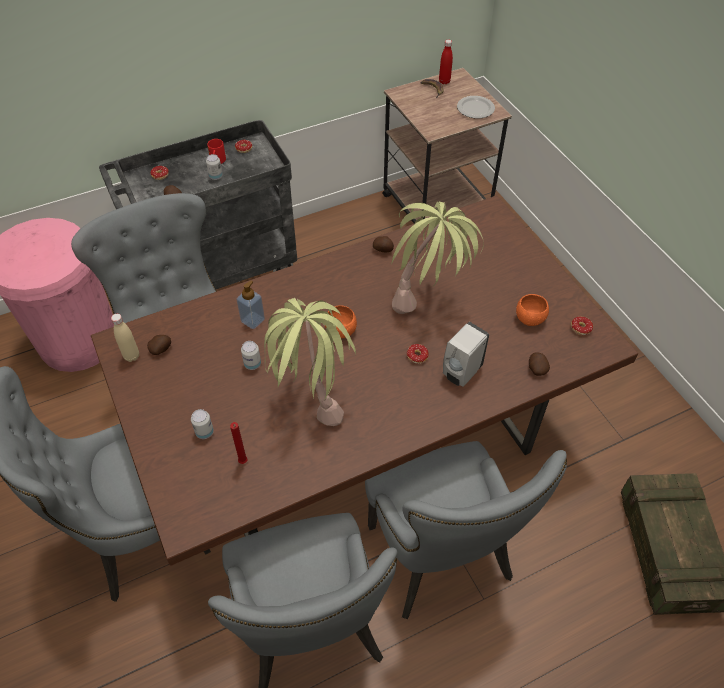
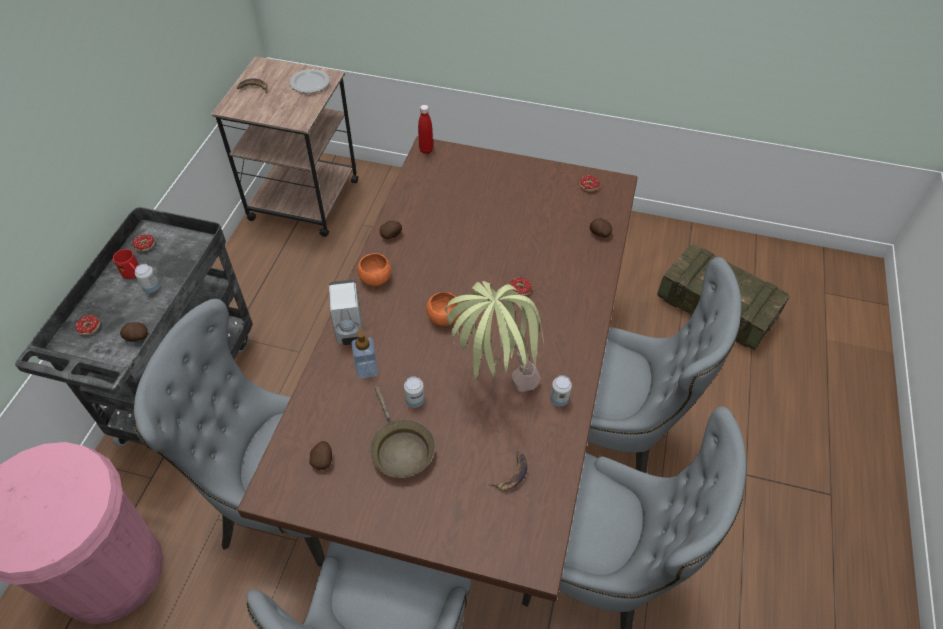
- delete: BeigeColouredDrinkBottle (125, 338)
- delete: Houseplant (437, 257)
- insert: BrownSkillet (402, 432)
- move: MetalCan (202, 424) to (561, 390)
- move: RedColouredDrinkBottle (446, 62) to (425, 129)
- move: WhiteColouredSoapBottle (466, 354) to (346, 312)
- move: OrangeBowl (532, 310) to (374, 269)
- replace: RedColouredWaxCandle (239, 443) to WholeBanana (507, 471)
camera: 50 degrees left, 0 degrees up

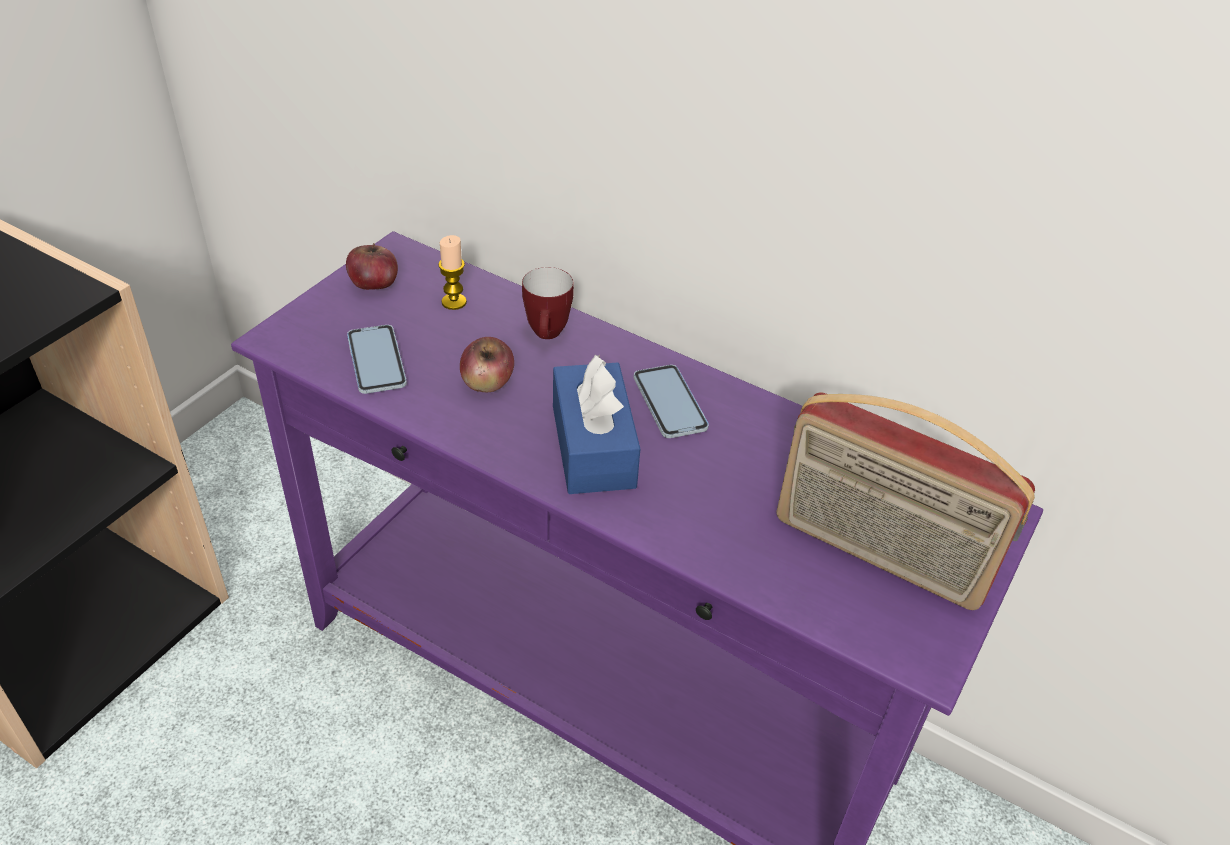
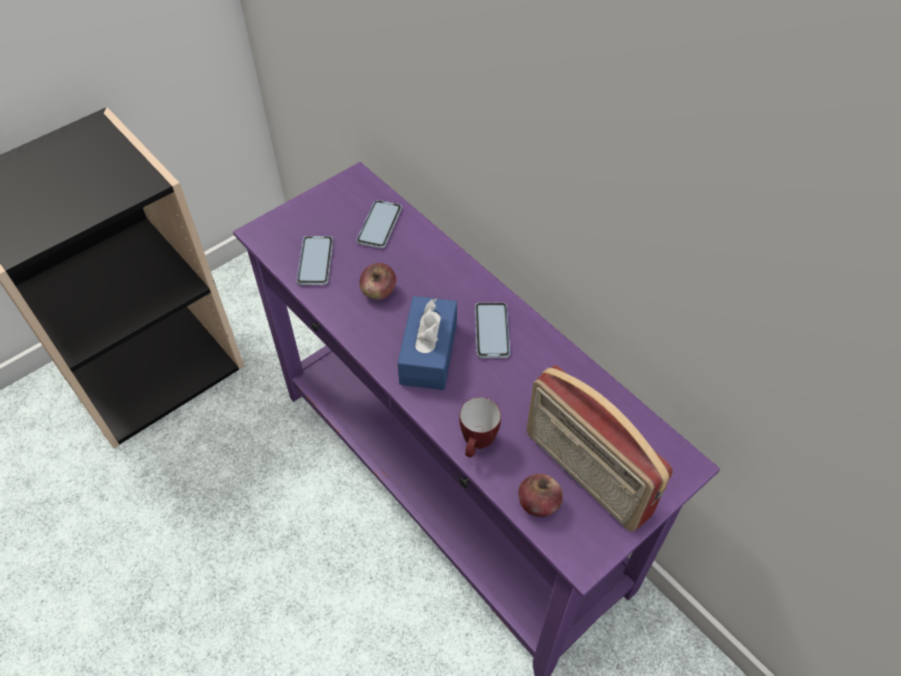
- move: WholeApple (372, 266) to (540, 495)
- move: TeaMug (548, 303) to (480, 427)
- replace: WaxCandle (452, 272) to Telephone (379, 224)
camera: 20 degrees right, 10 degrees up

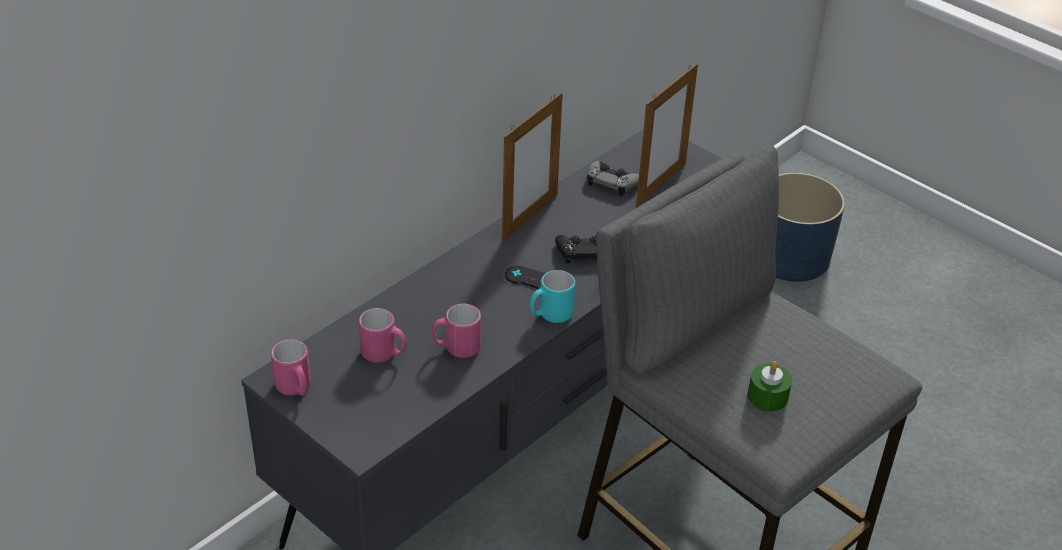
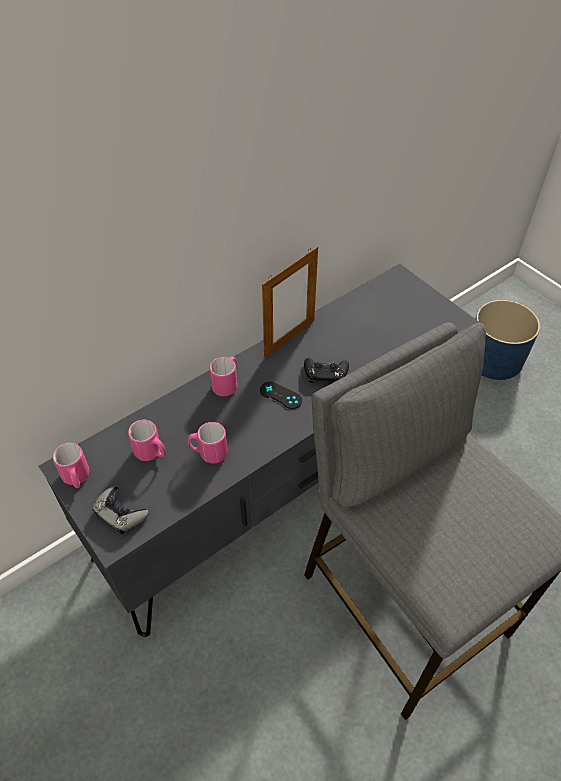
- delete: TurquoiseTeaMug (552, 296)
- delete: StandingFrame (667, 135)
- delete: GreenColouredWaxCandle (769, 386)
- insert: PinkishTeaMug (223, 376)
- move: GrayJoypad (613, 178) to (120, 510)
camera: 10 degrees right, 10 degrees up

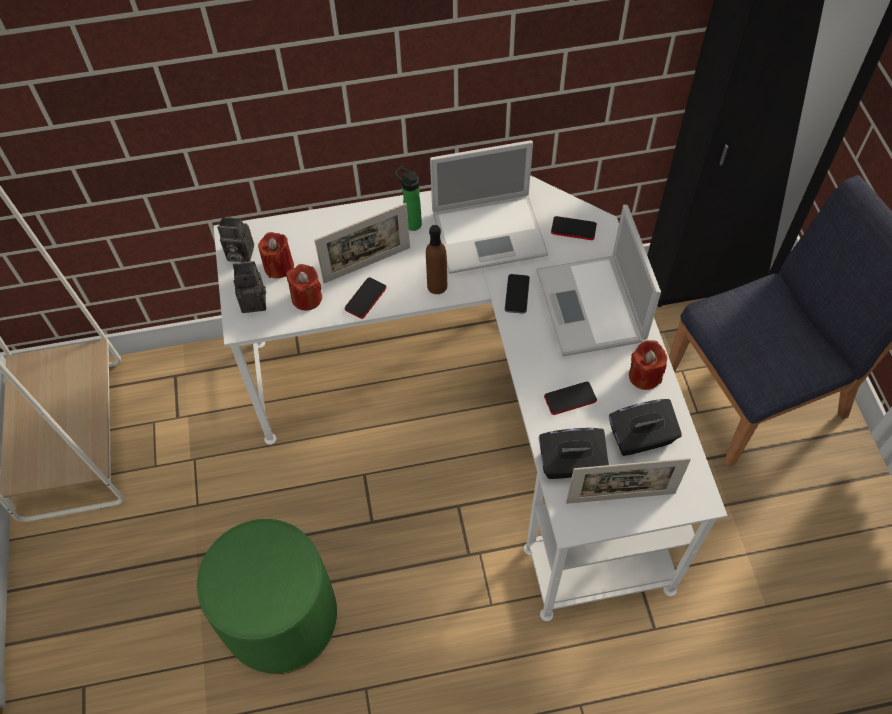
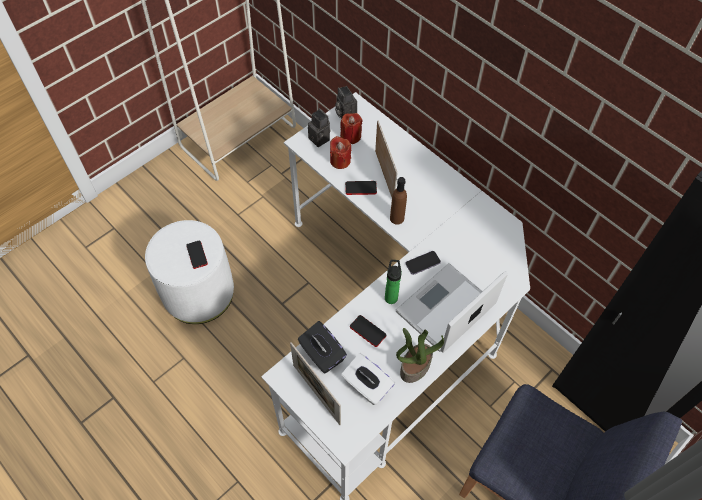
- delete: PortableComputer (489, 207)
- move: DrinkBottle (408, 199) to (393, 282)
- move: Telephone (574, 228) to (197, 254)
- replace: RedColouredWaxCandle (648, 365) to Houseplant (420, 355)
- recolor: GreenColouredOttoman (267, 596) to WhiteColouredOttoman (189, 272)
- recolor: BlackTissueBox (645, 427) to WhiteColouredTissueBox (368, 379)
- rotate: StandingFrame (362, 243) = (386, 158) 135 degrees counterclockwise
camera: 55 degrees right, 0 degrees up

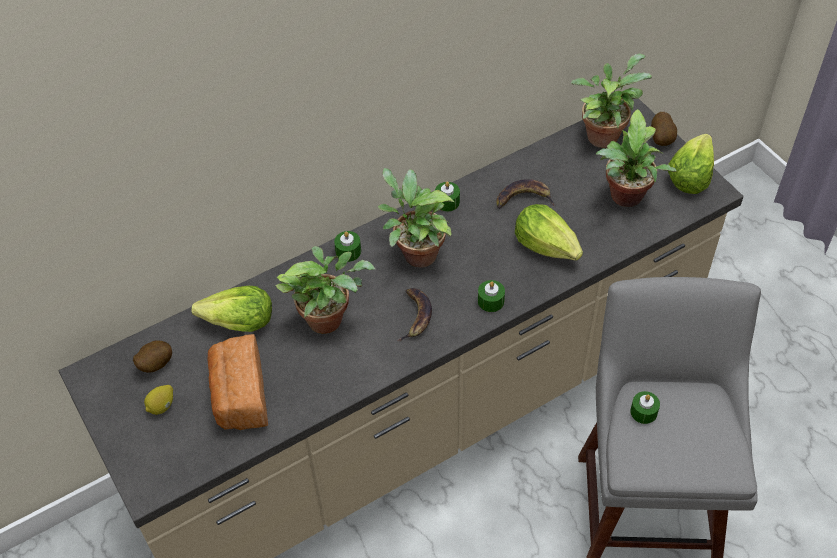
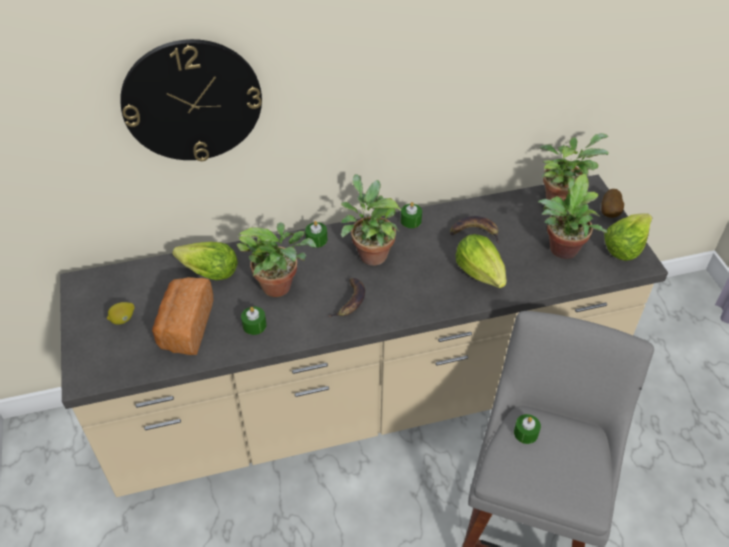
- delete: Potato (152, 356)
- insert: WallClock (191, 100)
- move: GreenColouredWaxCandle (491, 296) to (253, 321)
camera: 15 degrees right, 5 degrees down

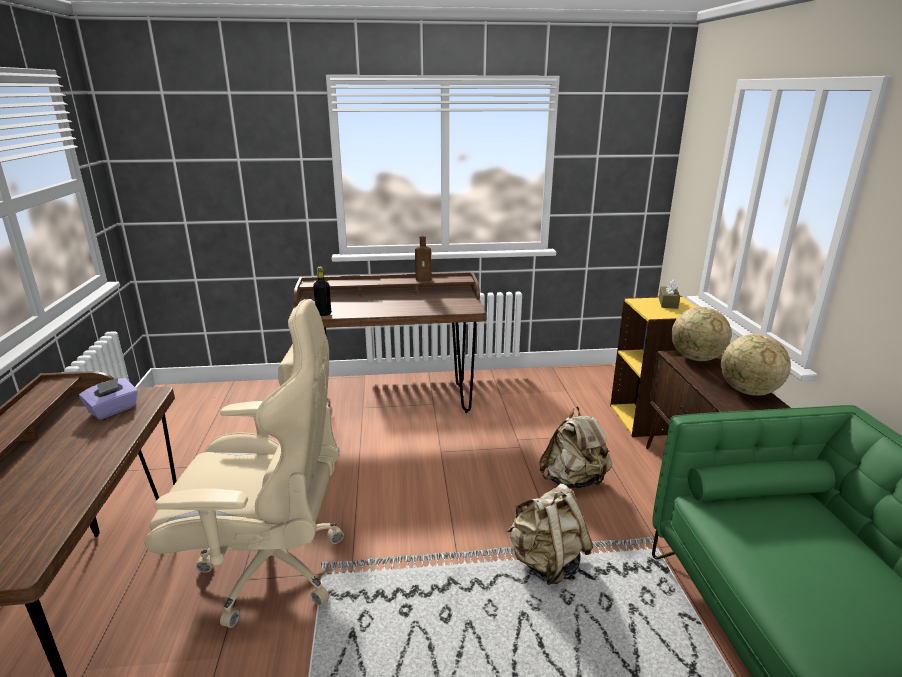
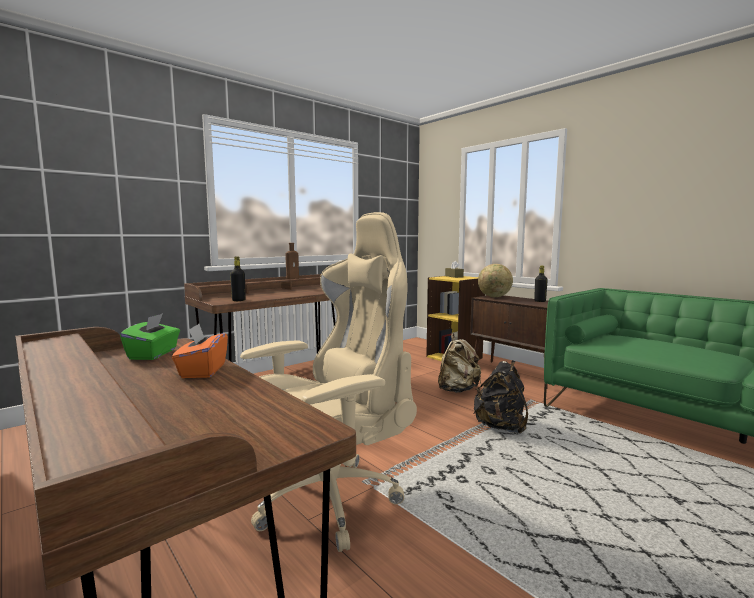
- insert: OrangeTissueBox (200, 351)
- replace: Globe (756, 365) to BlackDrinkBottle (541, 284)
- recolor: PurplishTissueBox (108, 399) to GreenColouredTissueBox (150, 336)
- recolor: BeigeColouredBackpack (550, 534) to BlackBackpack (500, 397)
camera: 35 degrees left, 15 degrees down

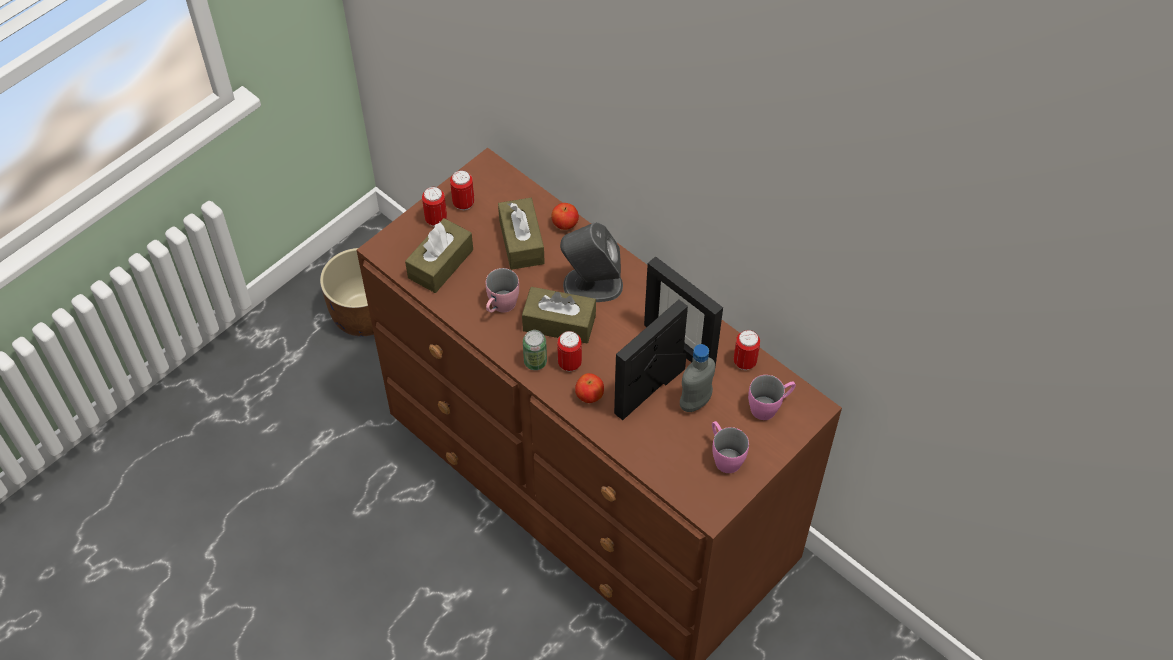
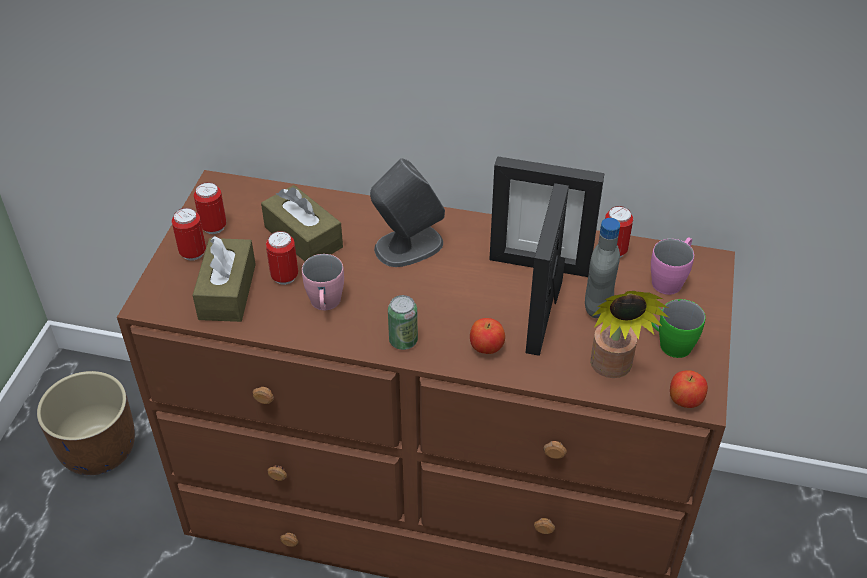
- delete: BrownTissueBox (559, 315)
- insert: Houseplant (629, 334)
- move: WholeApple (565, 216) to (689, 389)
- move: MetalCan (569, 351) to (282, 258)
- recolor: PinkishTeaMug (730, 447) to GreenColouredTeaMug (678, 328)
camera: 30 degrees left, 10 degrees down

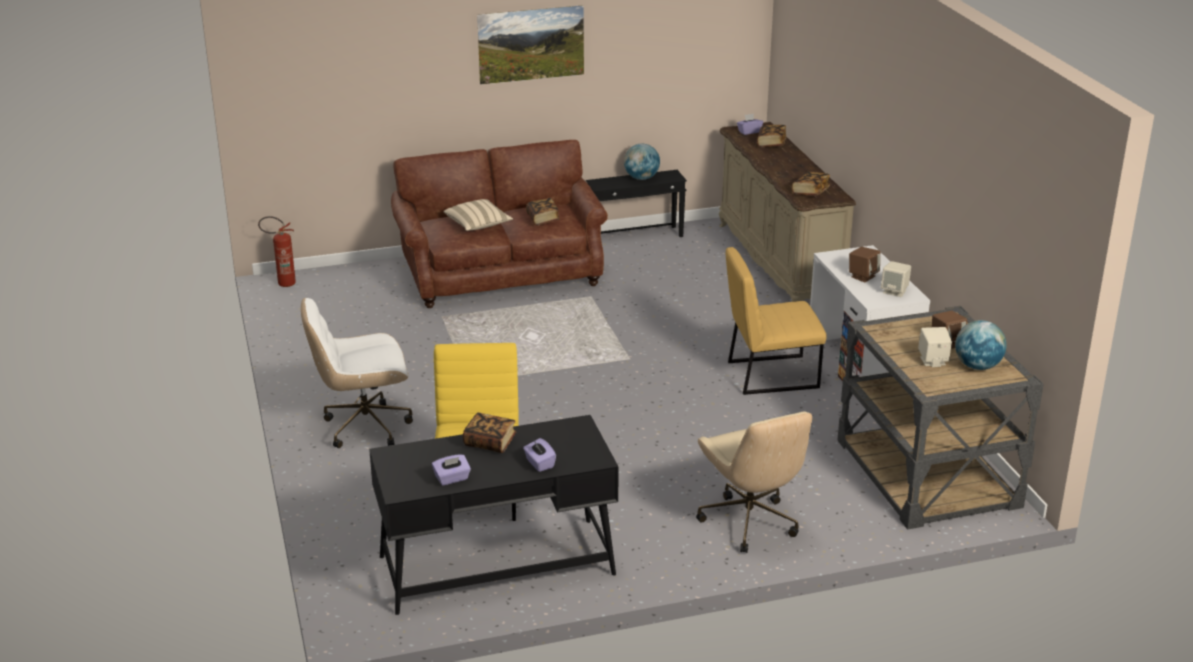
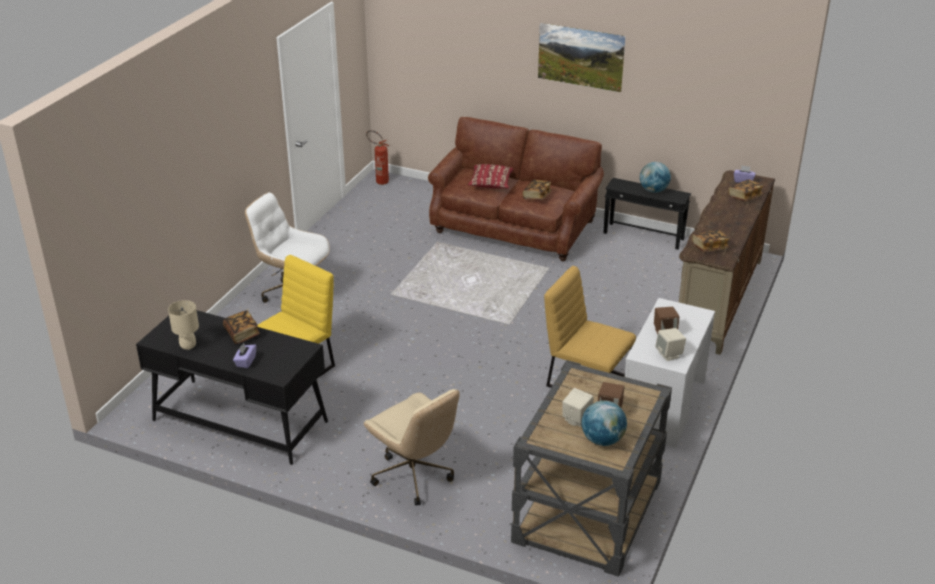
- replace: PurplishTissueBox (451, 470) to BeigeColouredLampForATable (183, 325)
- recolor: BeigeColouredCushion (478, 215) to RedColouredCushion (490, 176)
- rotate: BeigeColouredOfficeChair (754, 482) = (412, 447) 60 degrees counterclockwise
camera: 40 degrees right, 5 degrees up

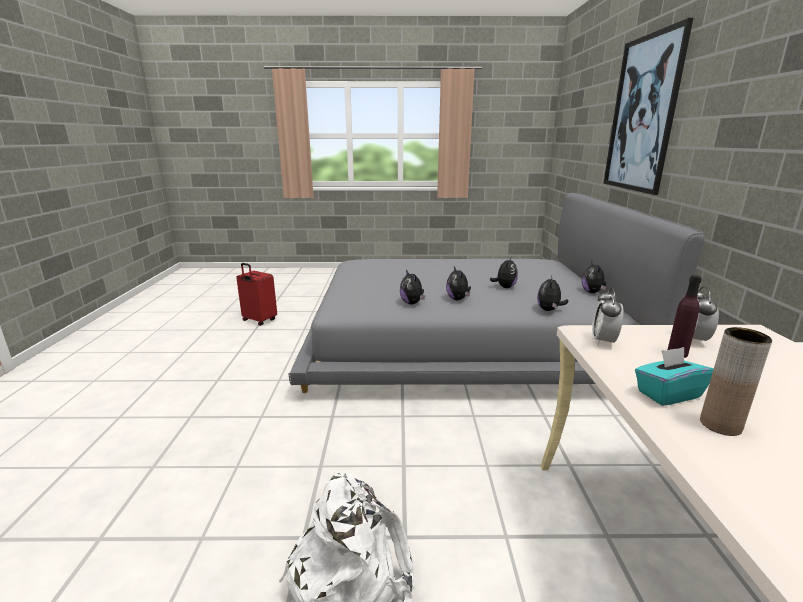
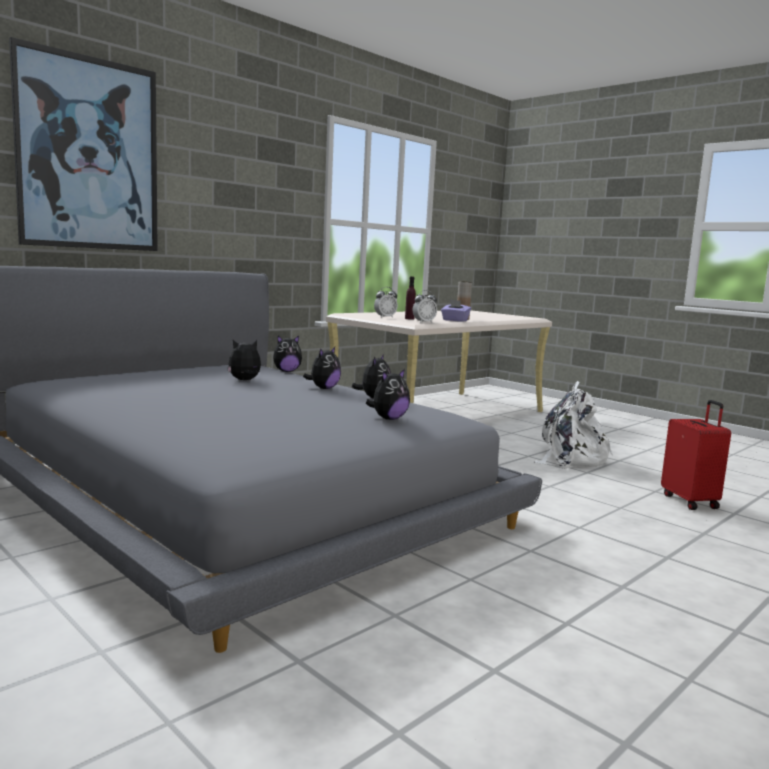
- move: RedColouredSuitcase (256, 294) to (696, 455)
- move: PlushToy (594, 276) to (388, 394)
- recolor: TurquoiseTissueBox (674, 376) to PurplishTissueBox (456, 311)
camera: 135 degrees left, 10 degrees down

